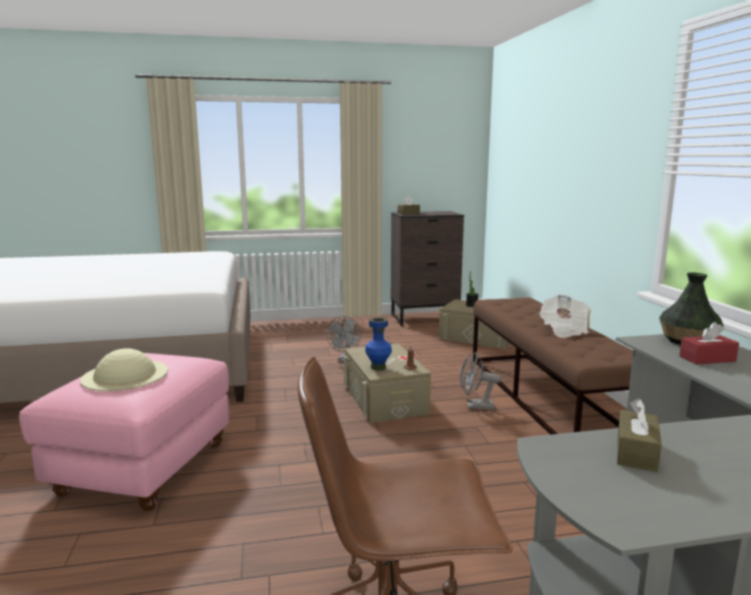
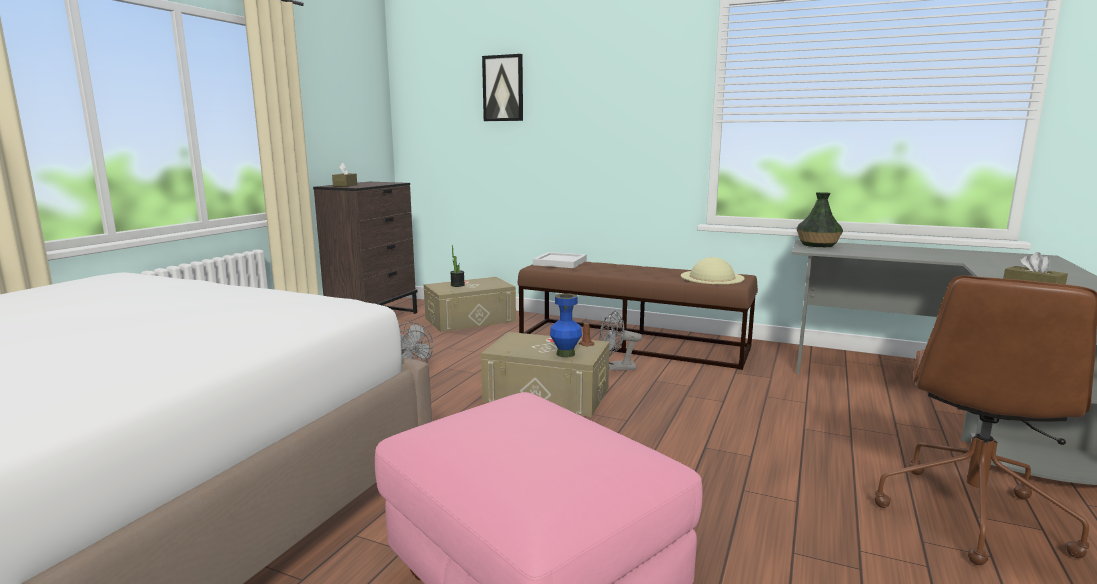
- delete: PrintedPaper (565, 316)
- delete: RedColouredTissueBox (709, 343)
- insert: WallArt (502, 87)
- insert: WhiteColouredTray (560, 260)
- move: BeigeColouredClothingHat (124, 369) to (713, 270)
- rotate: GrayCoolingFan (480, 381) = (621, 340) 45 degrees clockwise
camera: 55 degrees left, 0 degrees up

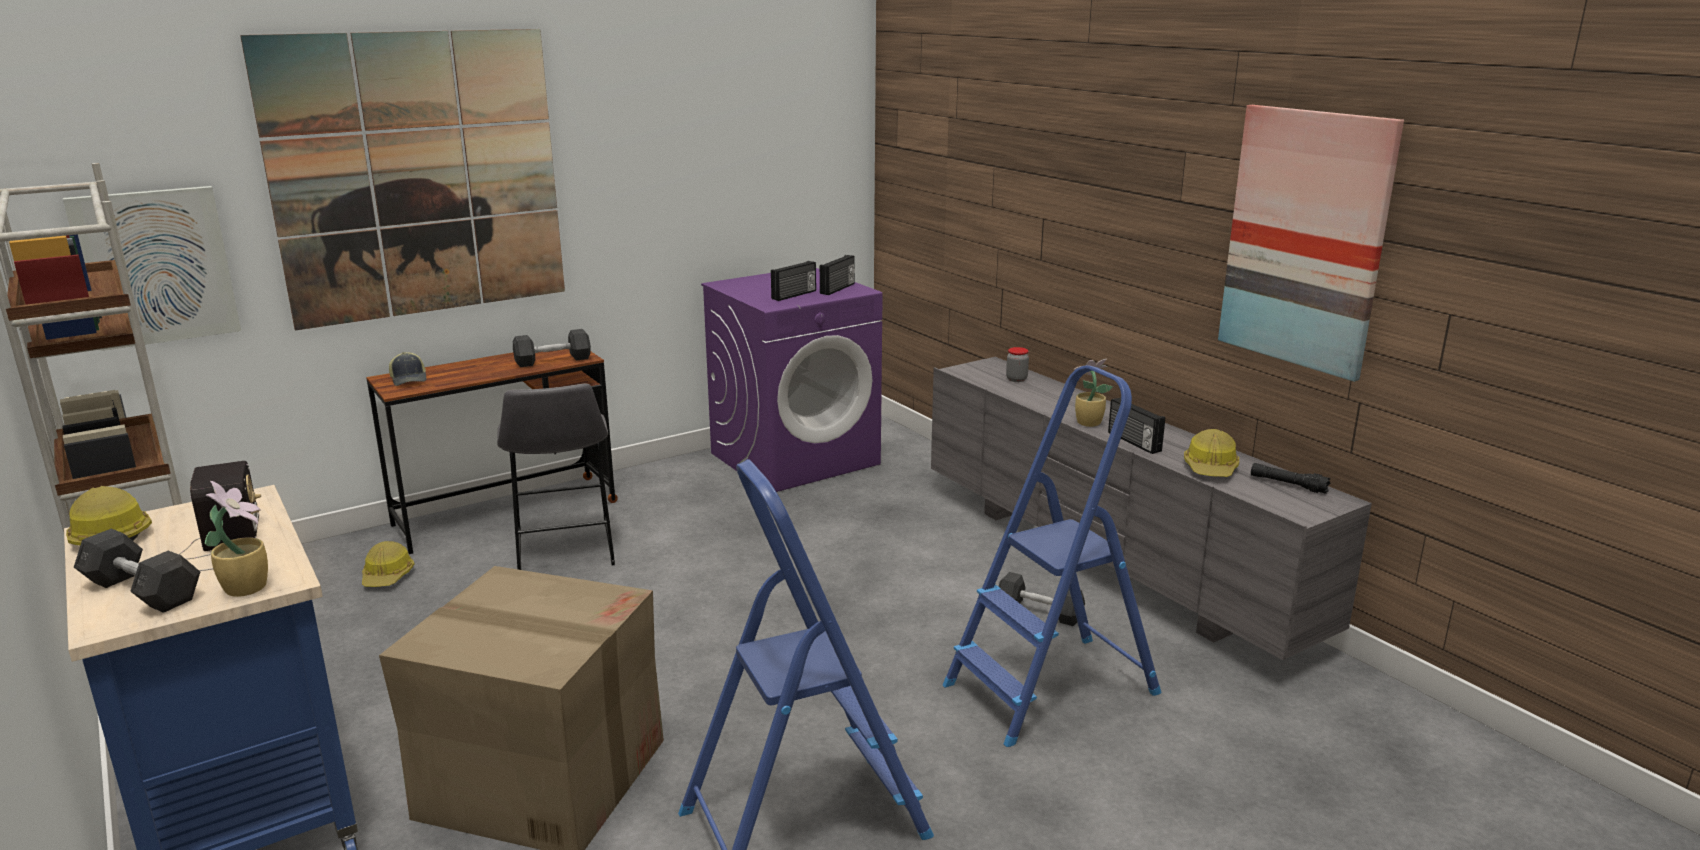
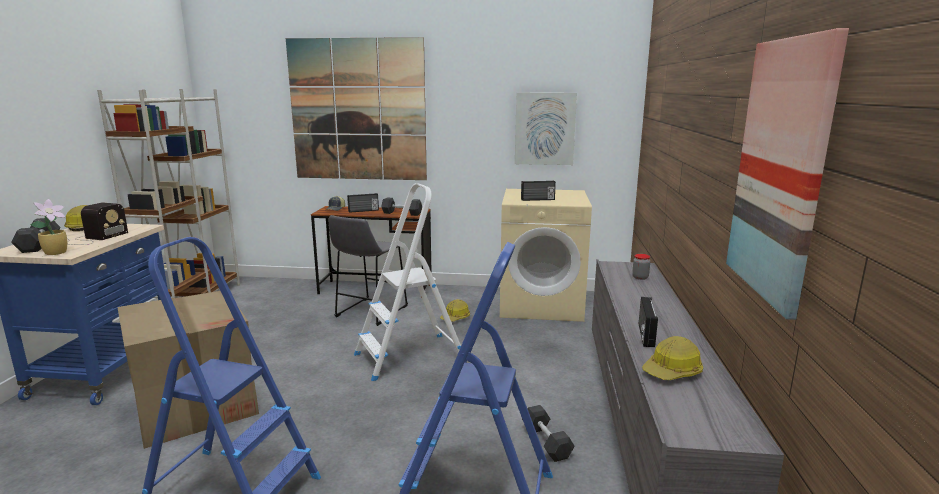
- delete: Houseplant (1093, 393)
- delete: BlackFlashlight (1291, 478)
- insert: WhiteColouredStepStool (407, 282)
- move: WallArt (152, 268) to (546, 129)
- move: SafetyHelmet (388, 564) to (455, 310)
- move: RadioReceiver (837, 275) to (363, 203)
- recolor: PurplishWashingMachine (792, 380) to BeigeColouredWashingMachine (546, 255)
camera: 40 degrees right, 5 degrees down

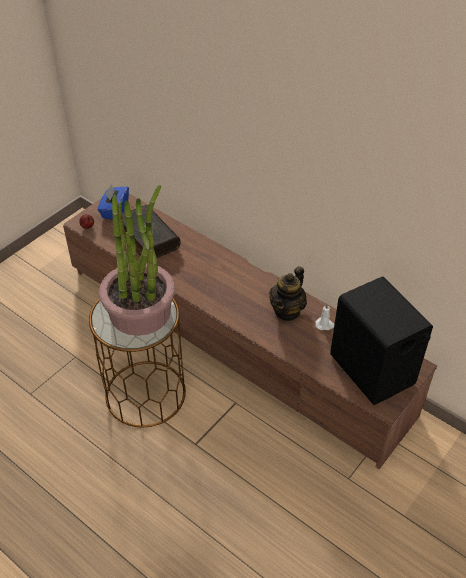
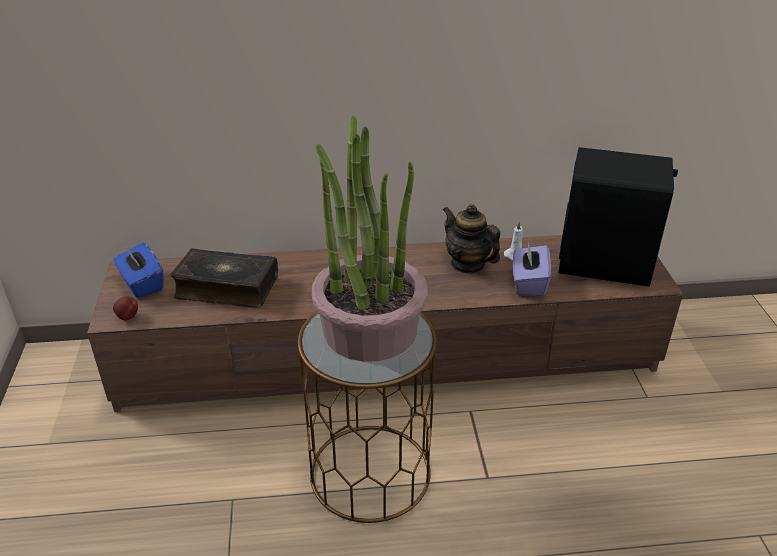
- insert: PurplishTissueBox (532, 269)
- rotate: Teapot (288, 293) = (471, 239) 150 degrees clockwise
camera: 45 degrees left, 10 degrees down

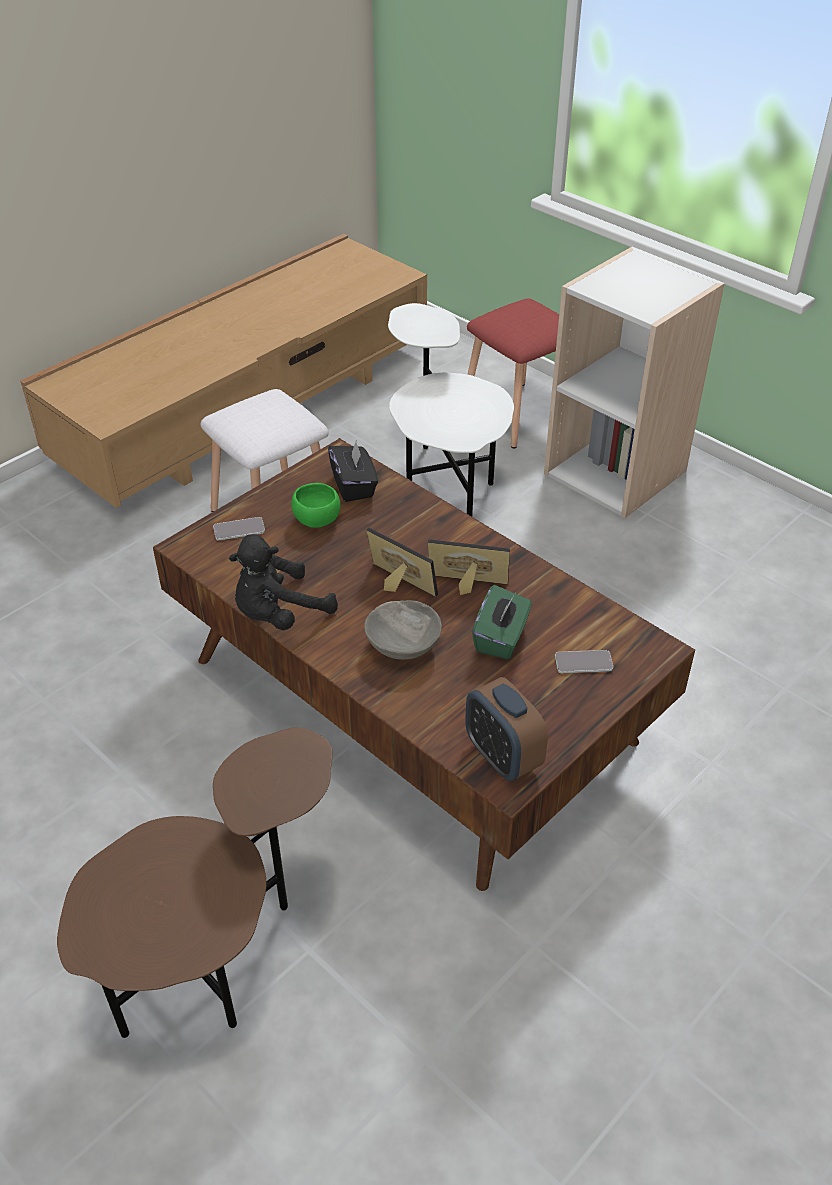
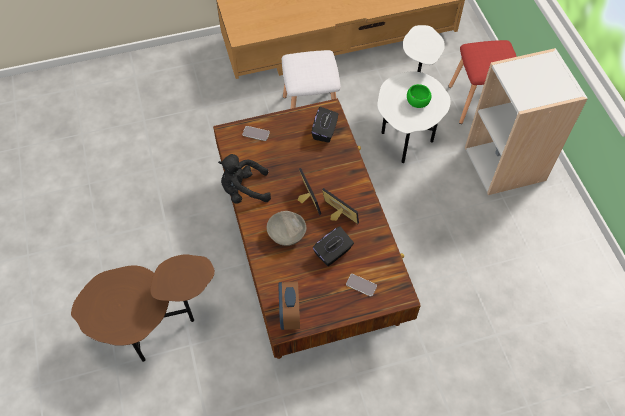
- move: GreenColouredBowl (316, 505) to (419, 96)
- recolor: GreenColouredTissueBox (502, 622) to BlackTissueBox (333, 246)
camera: 30 degrees right, 15 degrees up

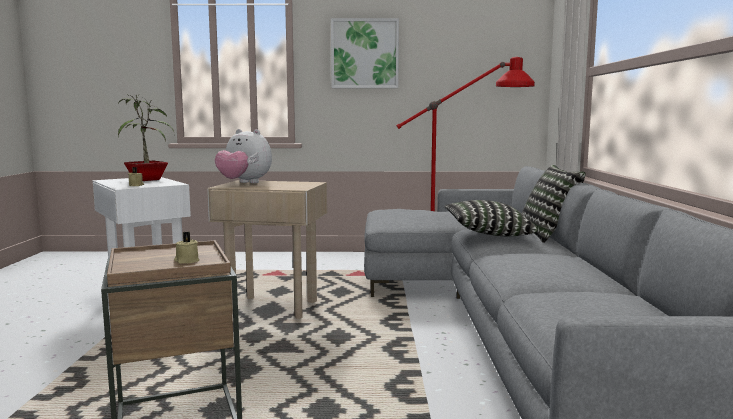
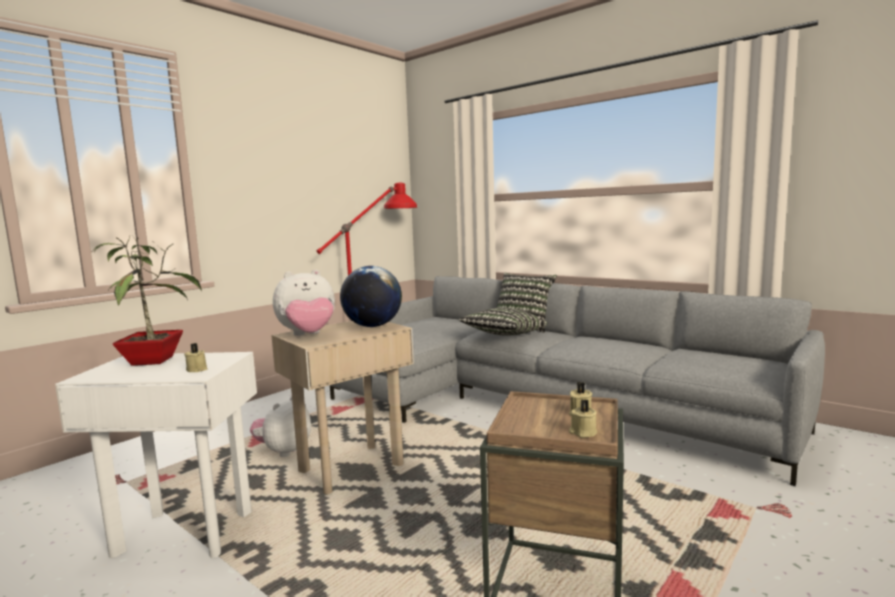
- delete: WallArt (365, 53)
- insert: PlushToy (280, 426)
- insert: Globe (371, 296)
- insert: BeigeColouredWaxCandle (583, 418)
camera: 50 degrees left, 0 degrees up

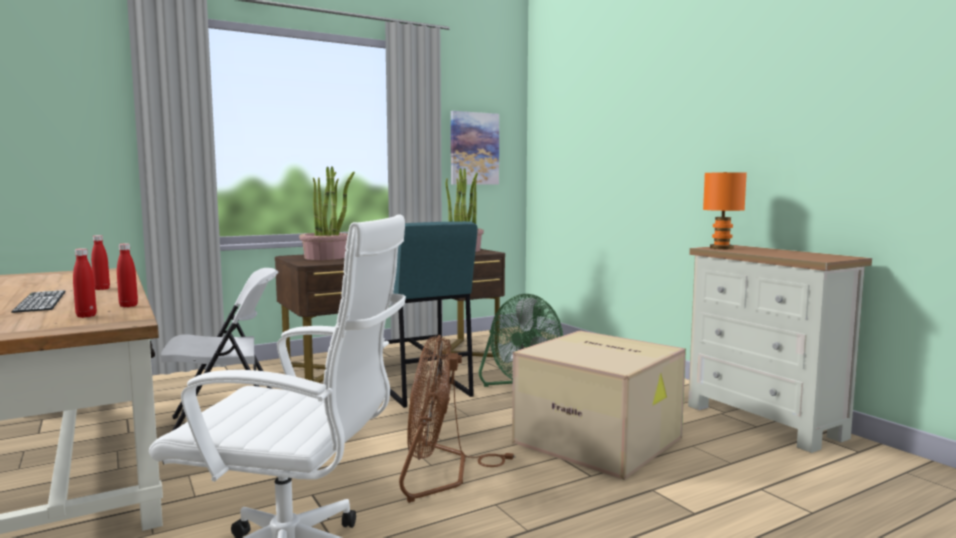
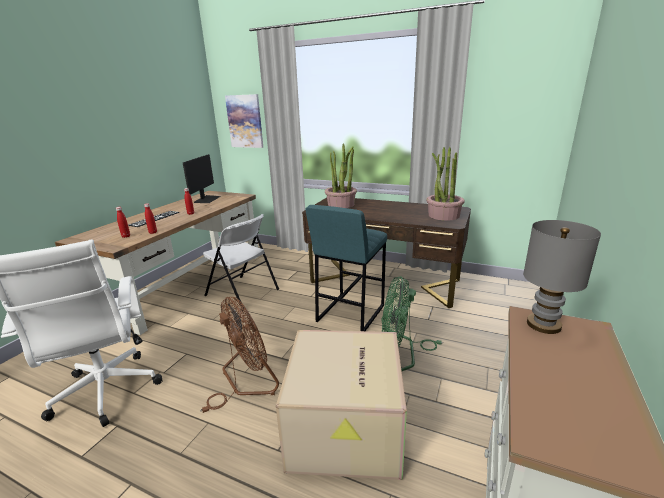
- insert: Monitor (202, 178)
- move: WallArt (475, 148) to (244, 121)
- recolor: OrangeLampForATable (725, 210) to GrayLampForATable (562, 277)
- rotate: BrownCoolingFan (457, 419) = (239, 355) 90 degrees clockwise
camera: 55 degrees right, 15 degrees up

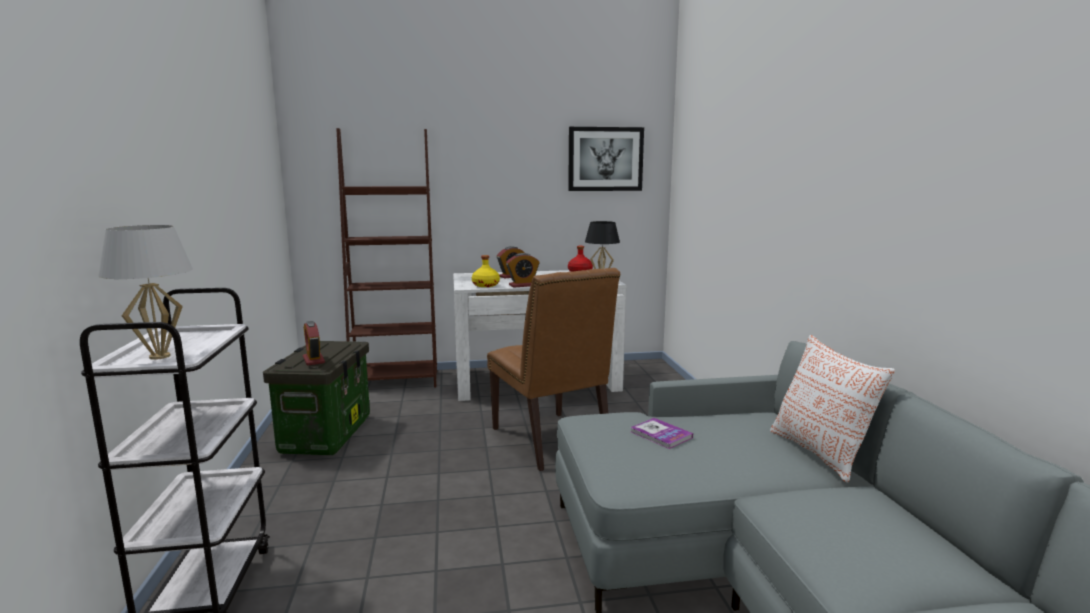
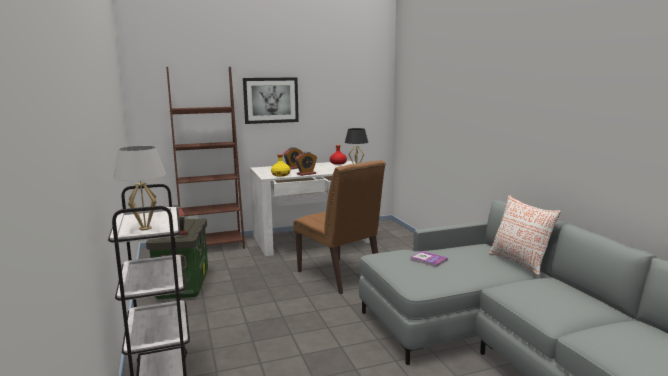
- move: WallArt (606, 159) to (271, 100)
camera: 10 degrees left, 0 degrees up

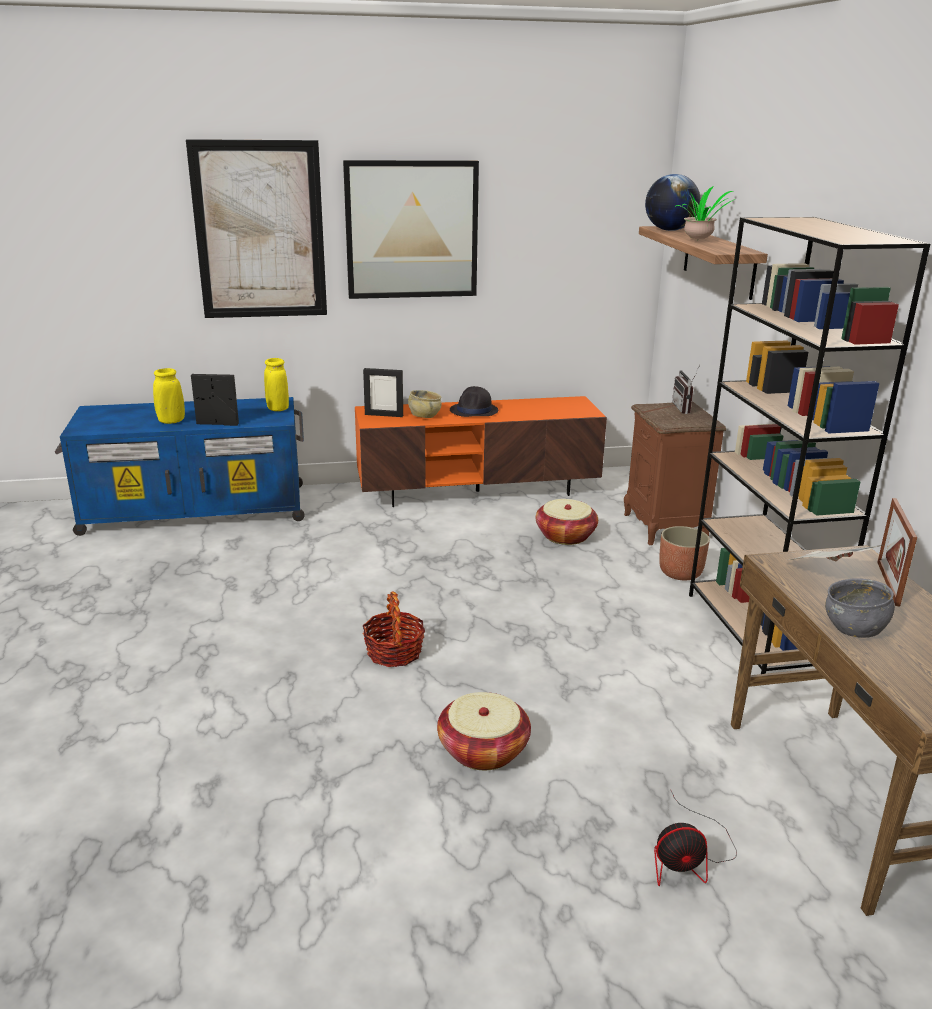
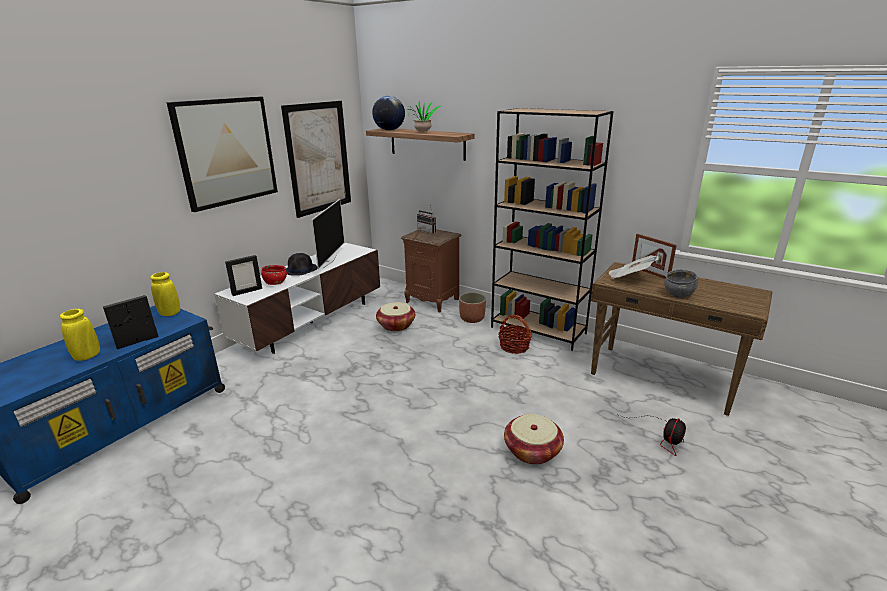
- insert: Tv (328, 234)
- move: WallArt (256, 228) to (316, 159)
- move: StorageBasket (394, 629) to (515, 334)
- recolor: OrangeTvUnit (481, 451) to WhiteColouredTvUnit (297, 298)
- recolor: BeigeColouredBowl (425, 404) to RedColouredBowl (274, 275)
camera: 45 degrees left, 0 degrees up

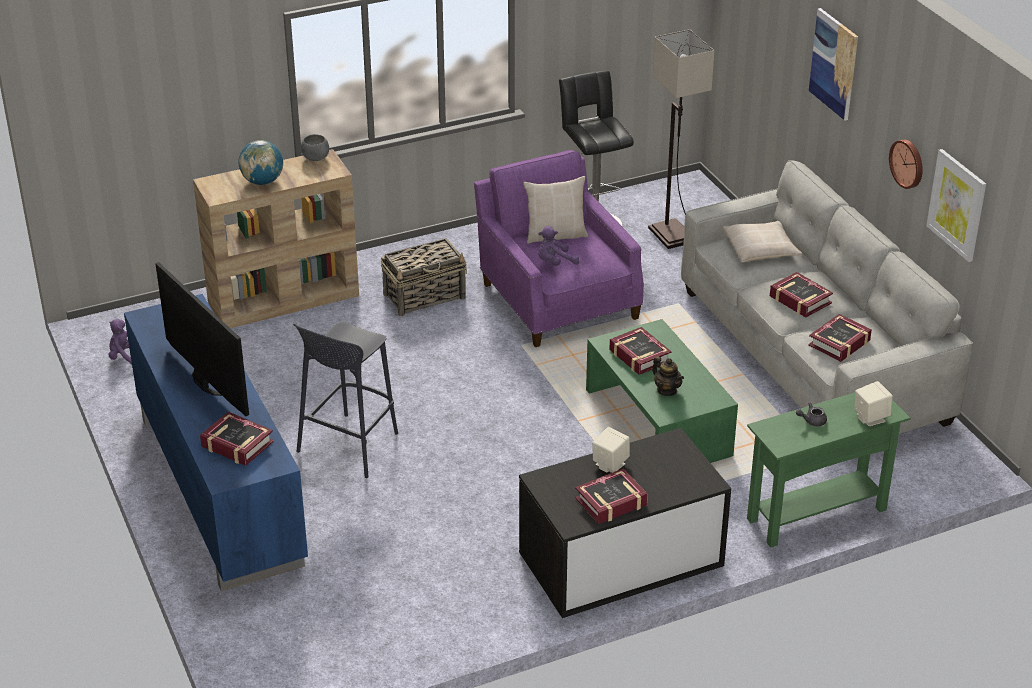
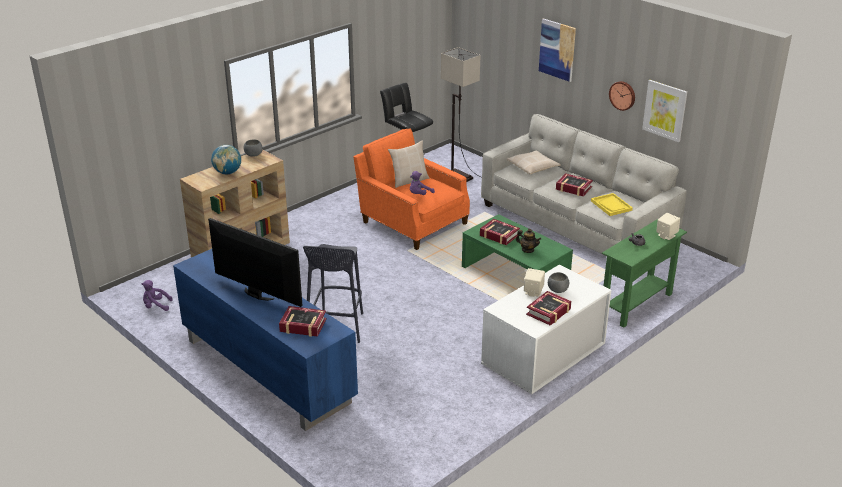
- delete: StorageBasket (423, 277)
- insert: GrayBowl (558, 282)
- replace: Volume (840, 338) to YellowTray (612, 204)
- recolor: PurplishArmchair (559, 248) to OrangeArmchair (411, 189)
- recolor: BlackCabinet (625, 523) to WhiteColouredCabinet (546, 329)
camera: 20 degrees left, 5 degrees down

